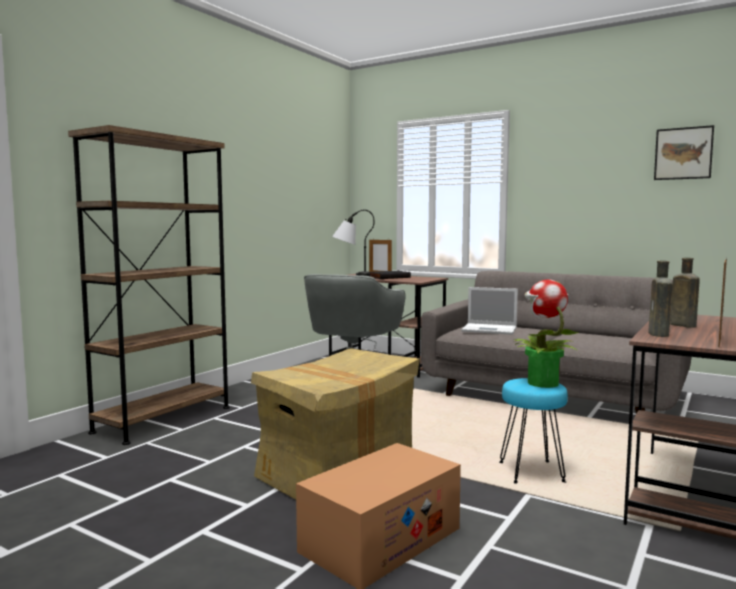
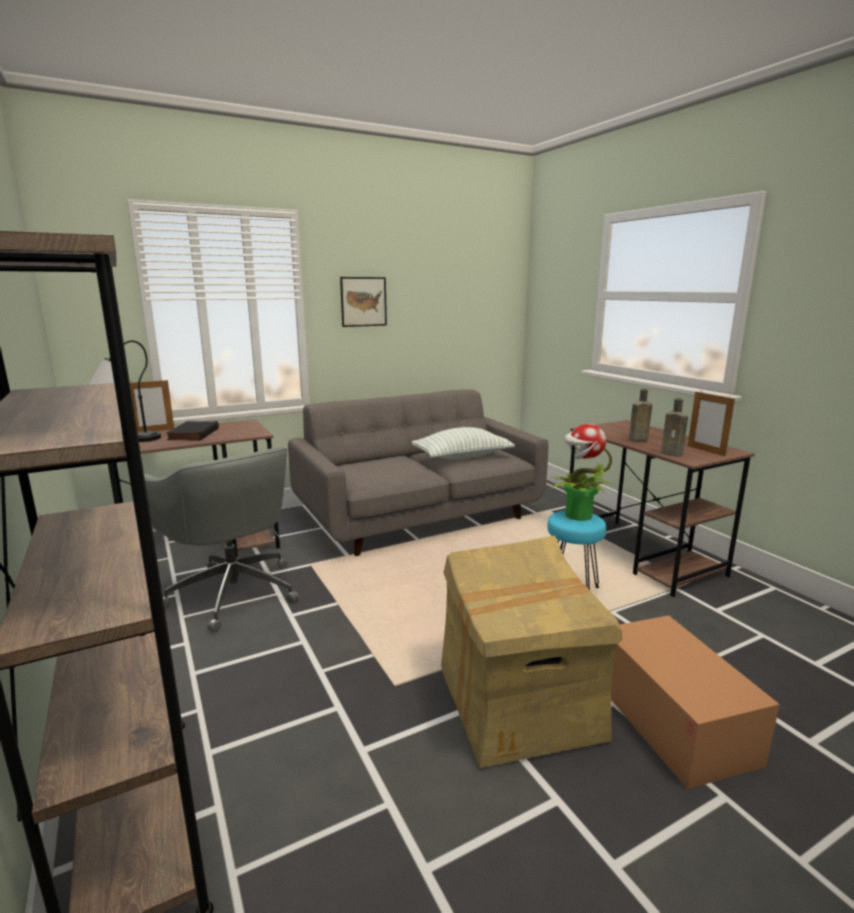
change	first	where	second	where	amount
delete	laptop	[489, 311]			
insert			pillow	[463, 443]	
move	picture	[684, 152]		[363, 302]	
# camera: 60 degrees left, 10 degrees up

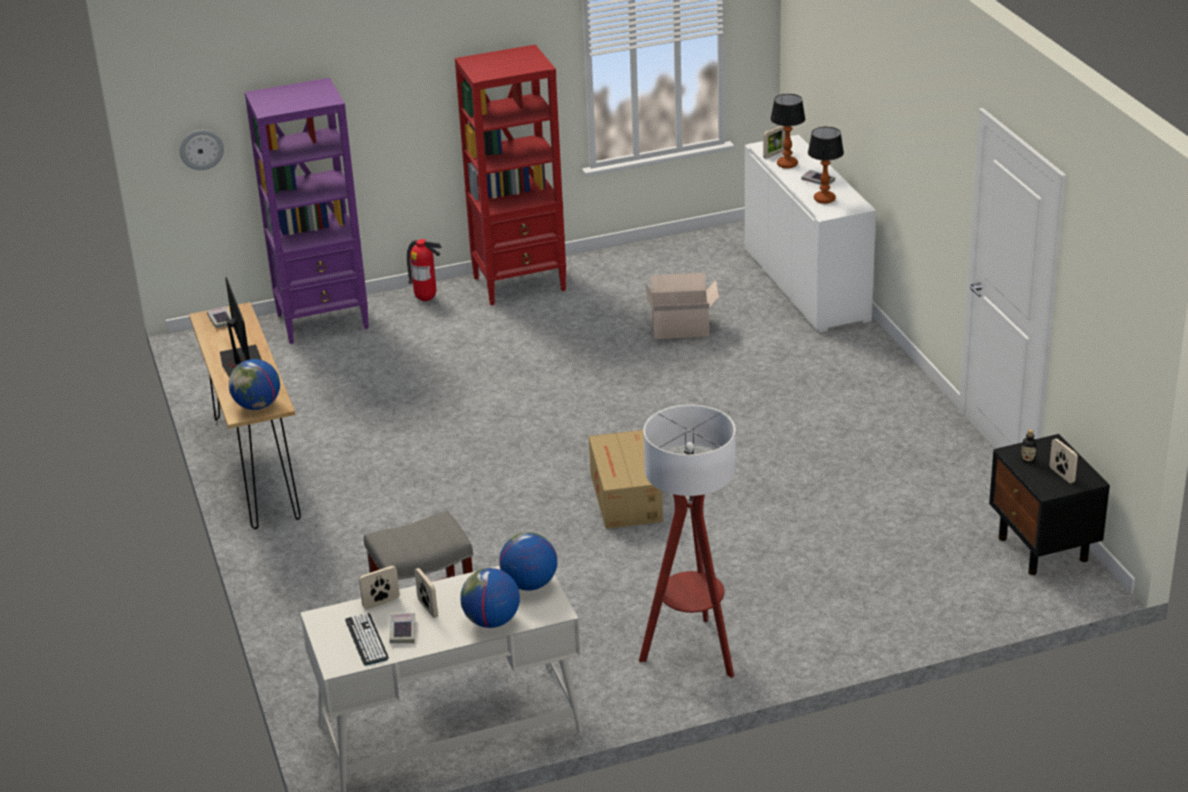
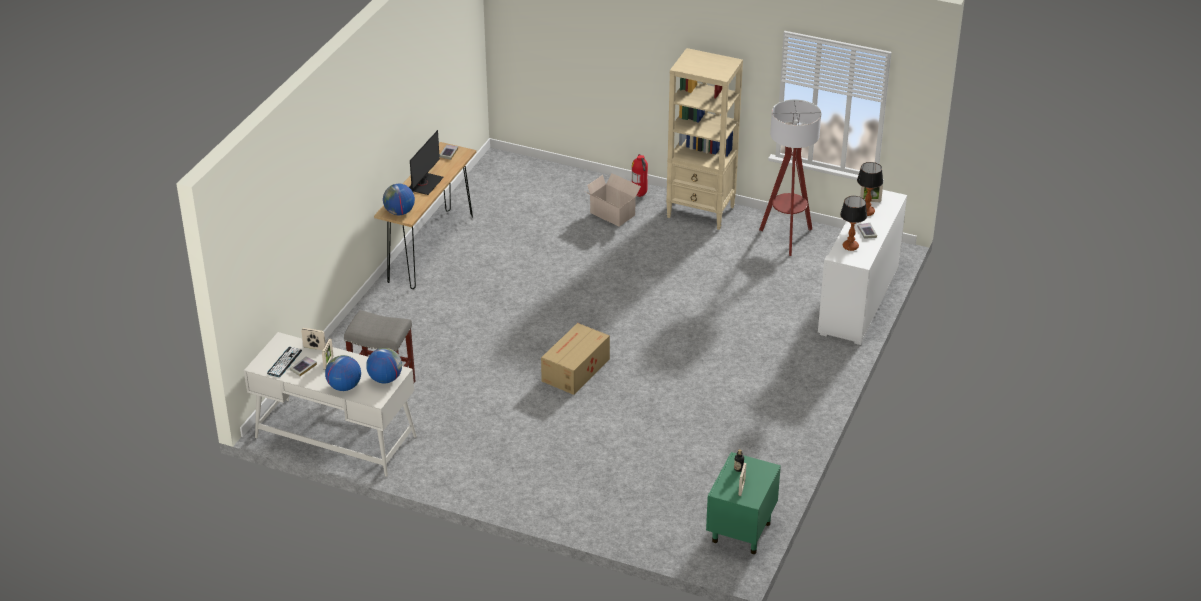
change	first	where	second	where	amount
delete	wall clock	[202, 150]			
delete	bookcase (purple)	[307, 211]			
move	floor lamp	[687, 541]		[790, 177]	
move	cardboard box	[682, 306]		[613, 199]	
recolor	bookcase (red)	[510, 175]	bookcase (beige)	[704, 139]	
recolor	nightstand (black)	[1049, 504]	nightstand (green)	[743, 503]	
# camera: 40 degrees right, 5 degrees up

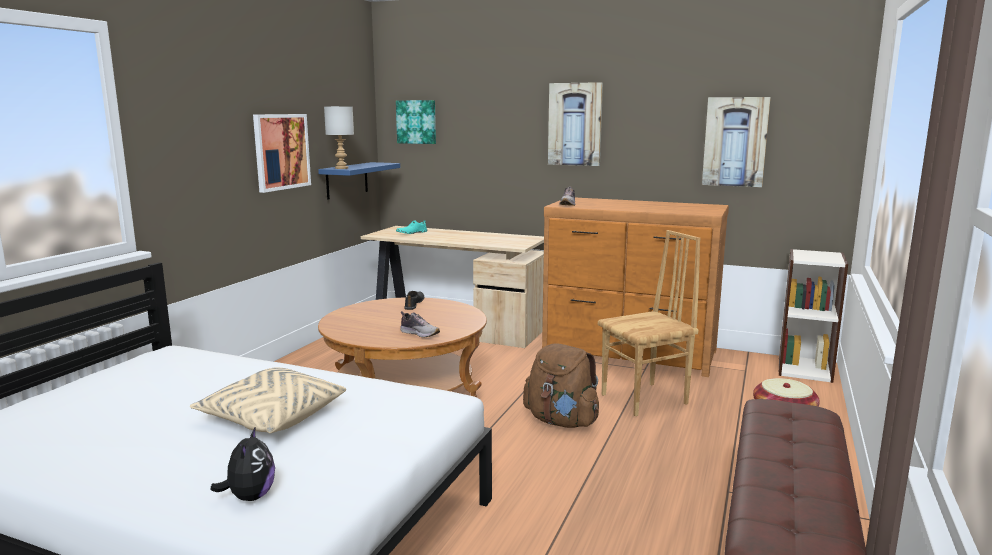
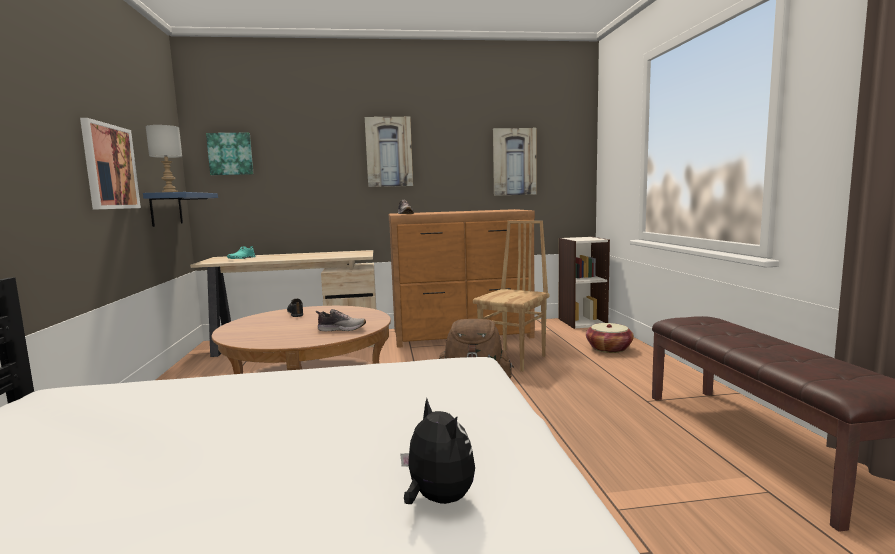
change	first	where	second	where	amount
delete	pillow (beige)	[268, 400]			
# camera: 30 degrees left, 5 degrees down

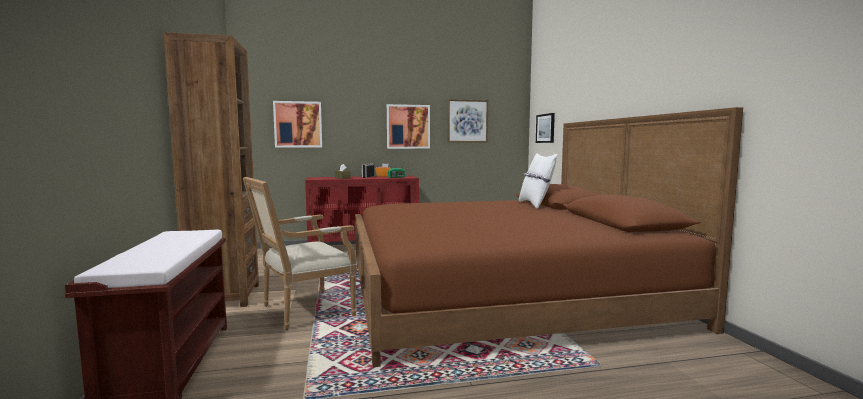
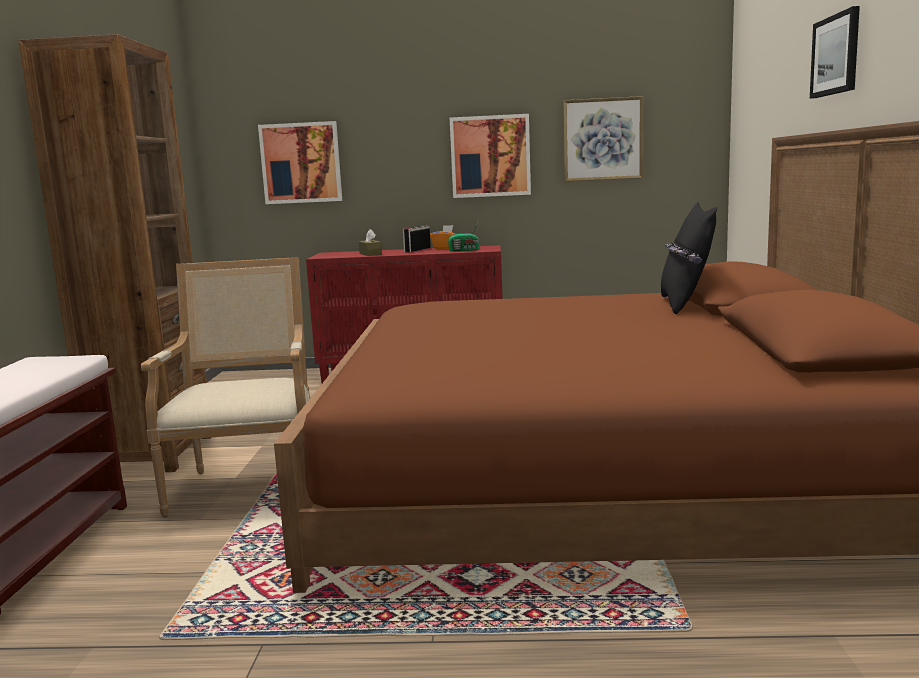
change	first	where	second	where	amount
move	picture	[545, 128]		[835, 52]	
recolor	pillow (white)	[538, 181]	pillow (black)	[689, 258]	
rotate	armchair	[300, 253]		[225, 387]	105 degrees clockwise
# camera: 15 degrees right, 5 degrees up

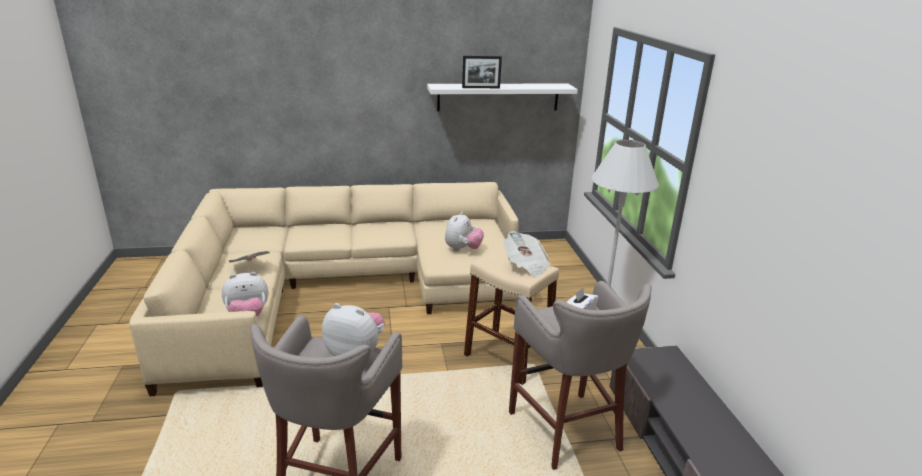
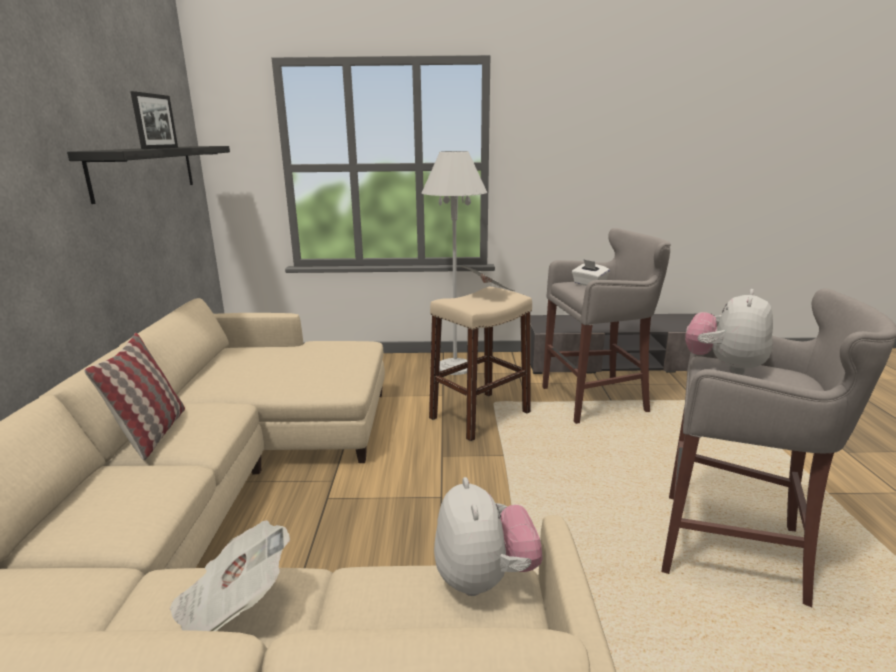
change	first	where	second	where	amount
delete	plush toy	[464, 232]			
insert			pillow	[134, 396]	
recolor	shelf (white)	[502, 97]	shelf (black)	[148, 175]	
# camera: 80 degrees left, 5 degrees down

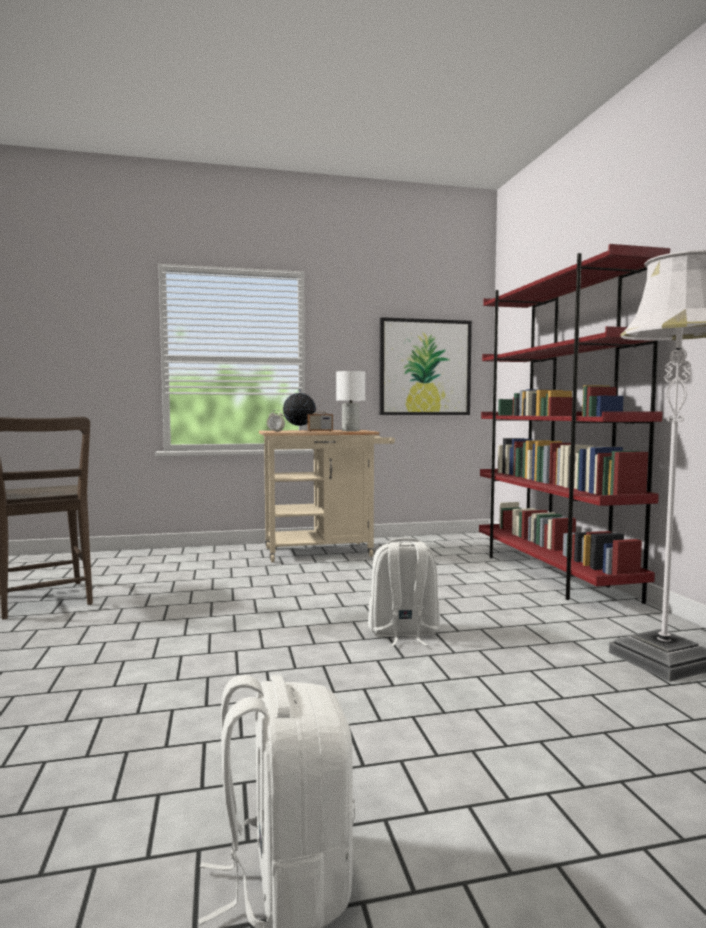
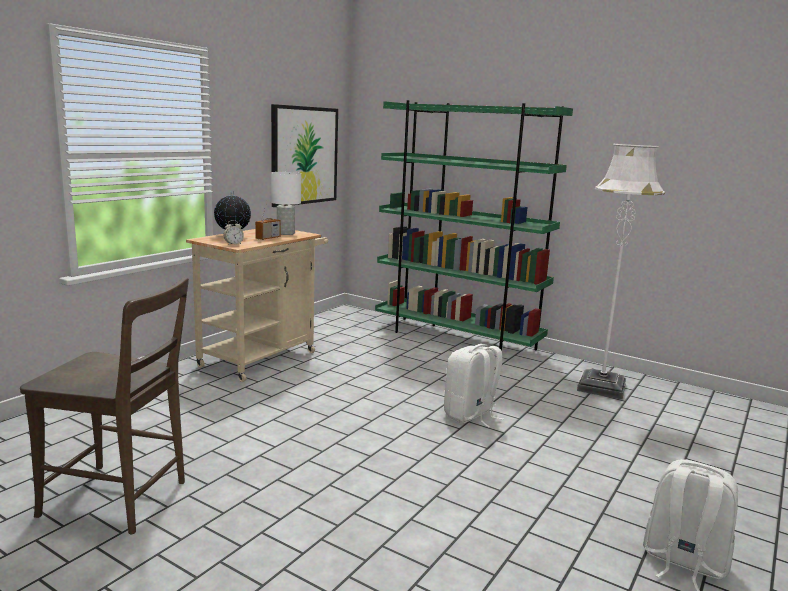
change	first	where	second	where	amount
recolor	bookcase (red)	[574, 424]	bookcase (green)	[474, 225]	
# camera: 45 degrees left, 10 degrees up

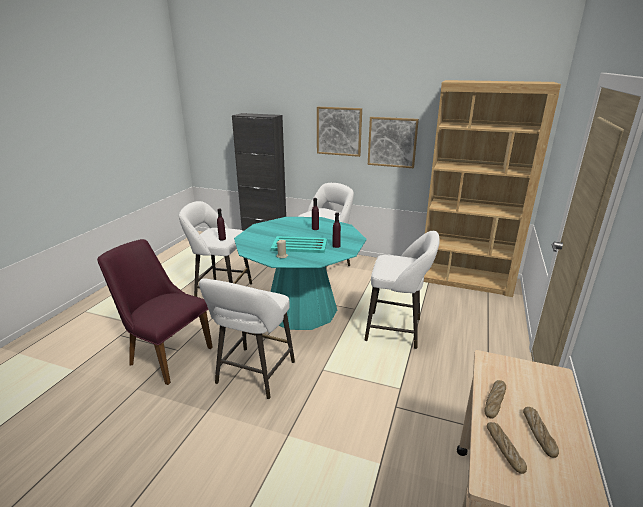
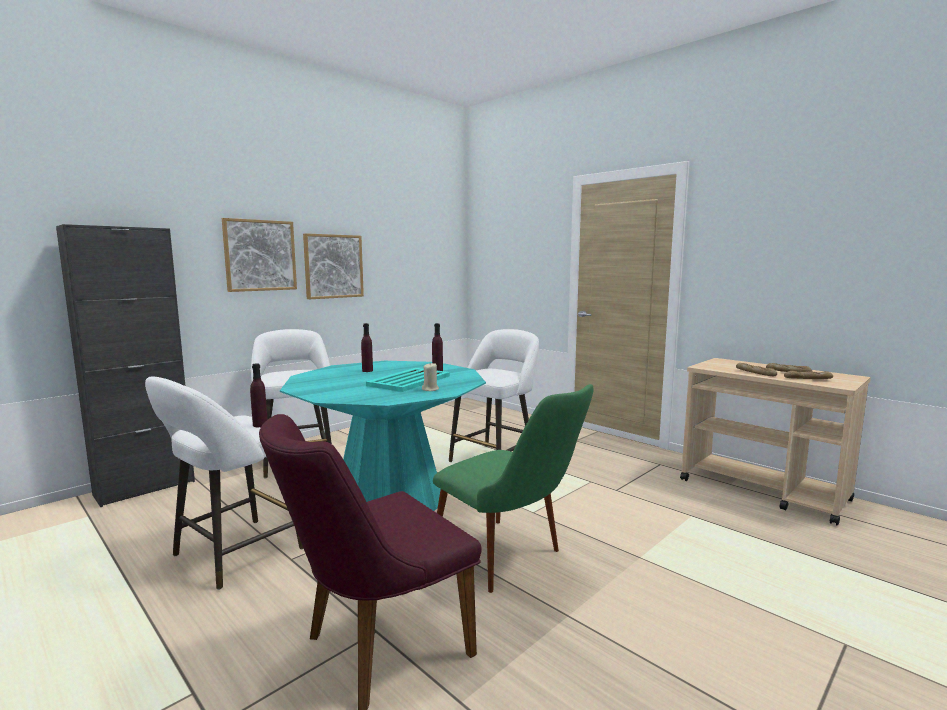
change	first	where	second	where	amount
delete	bookcase (brown)	[492, 188]			
replace	stool (white)	[247, 338]	chair (green)	[513, 488]	
# camera: 65 degrees left, 15 degrees down

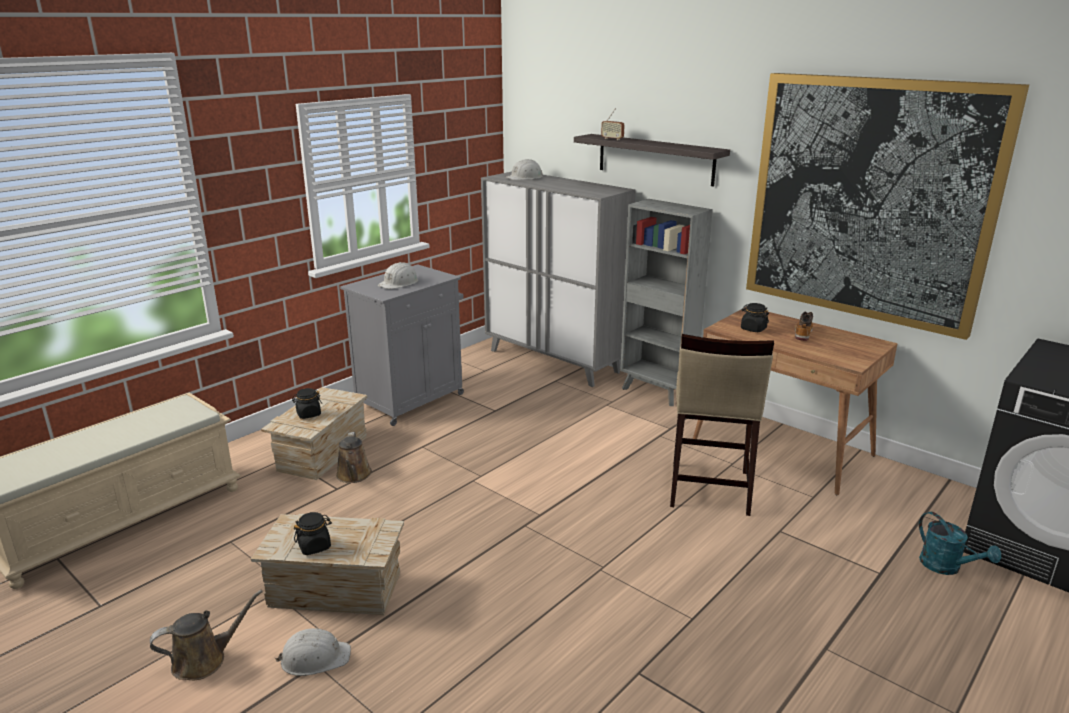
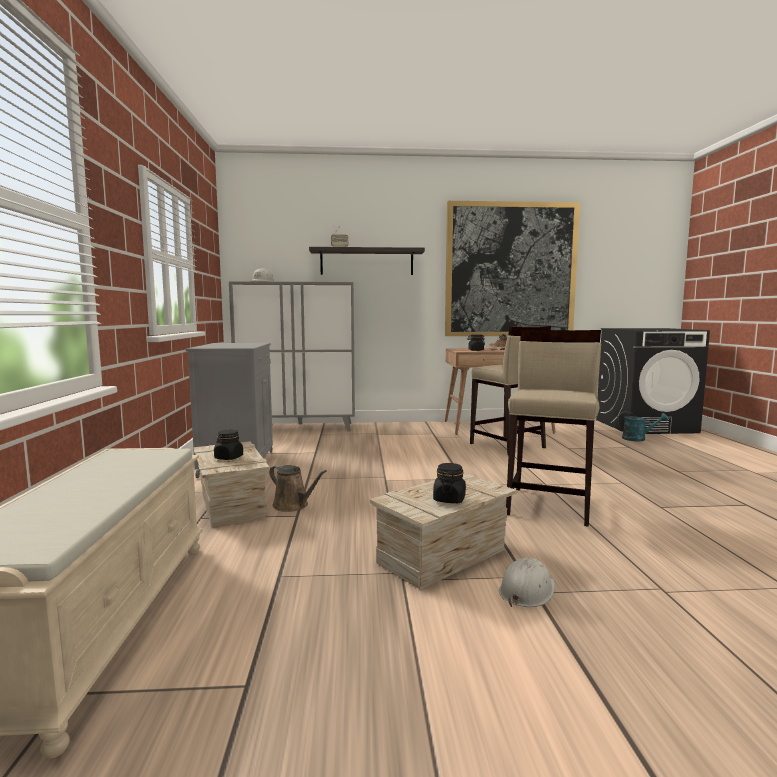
change	first	where	second	where	amount
delete	watering can (brown)	[206, 635]			
delete	hard hat (white)	[398, 275]			
delete	bookcase (grey)	[666, 302]			
insert			stool (beige)	[553, 428]	
# camera: 45 degrees left, 15 degrees down

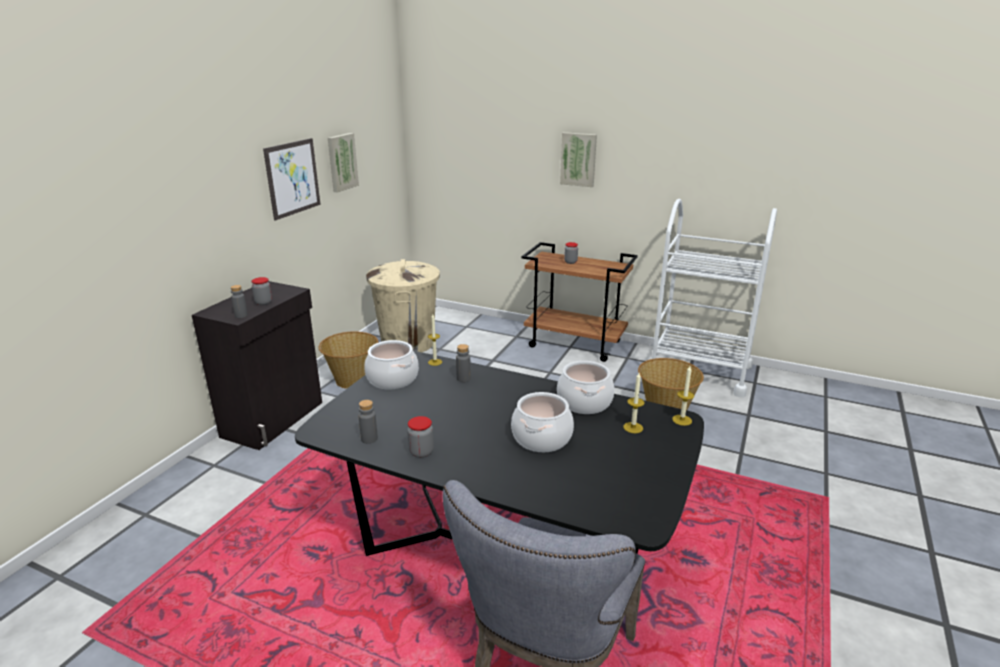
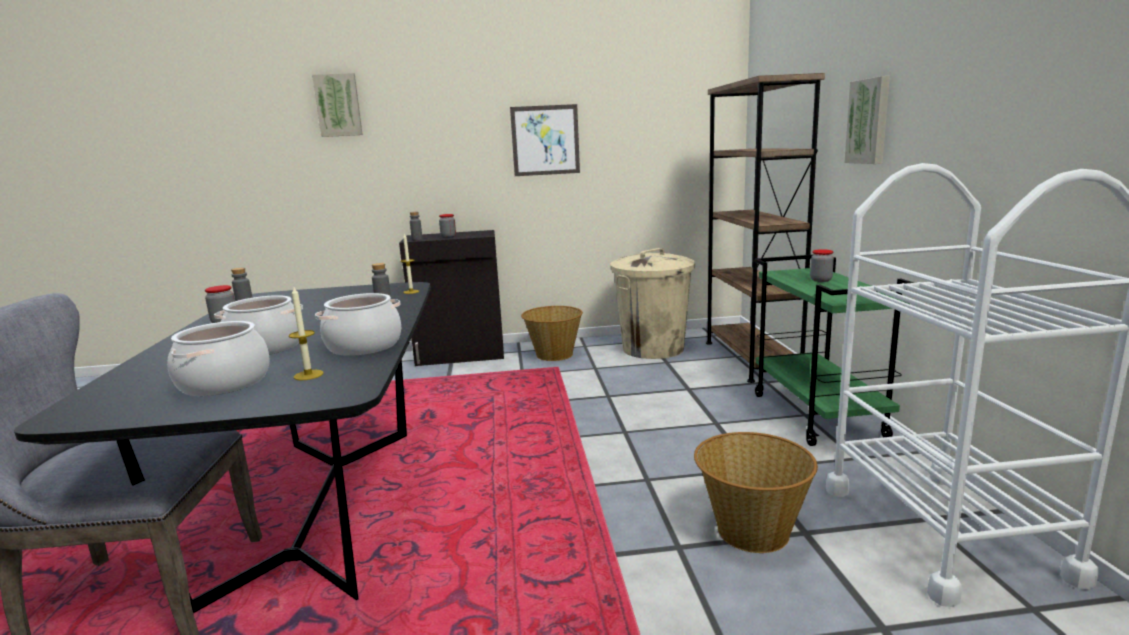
change	first	where	second	where	amount
delete	candle	[683, 396]			
insert			bookcase (brown)	[765, 228]	
move	picture	[343, 163]		[337, 105]	
move	cooking pot	[391, 364]		[218, 358]	
recolor	cart (brown)	[579, 302]	cart (green)	[834, 350]	
# camera: 60 degrees right, 10 degrees down

